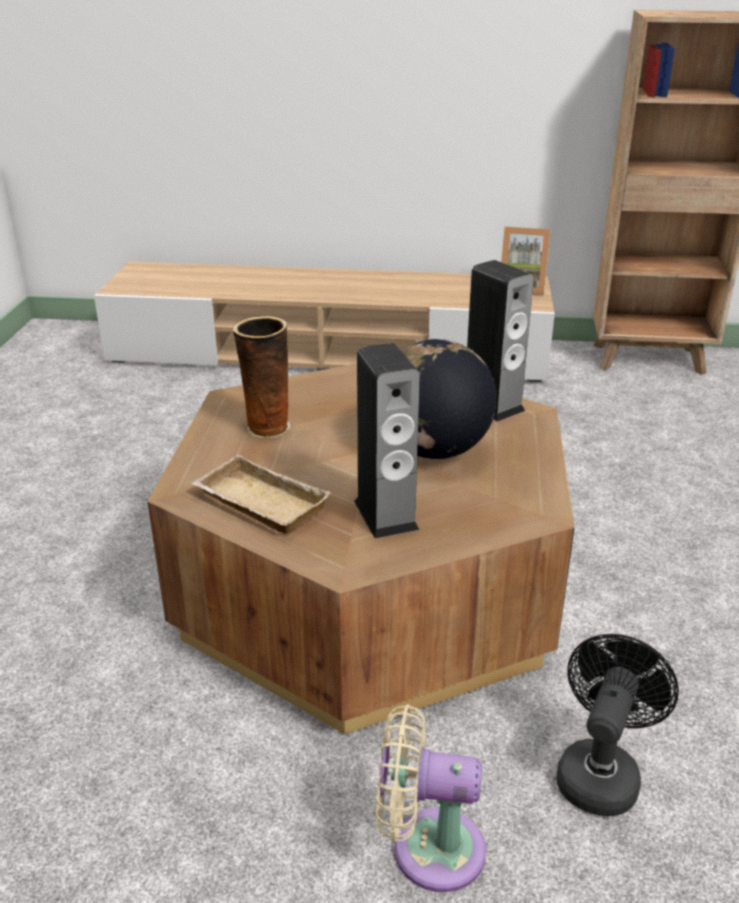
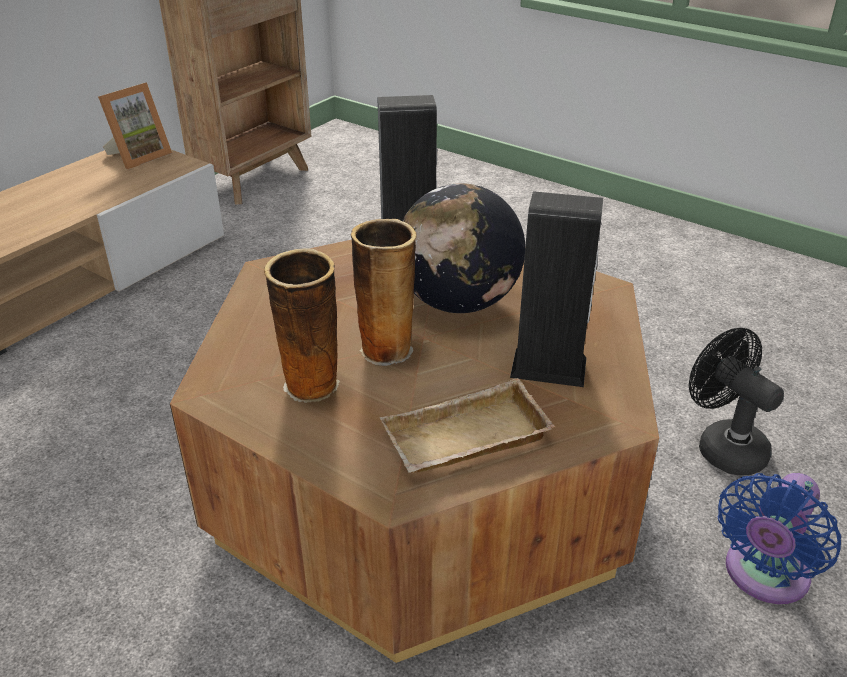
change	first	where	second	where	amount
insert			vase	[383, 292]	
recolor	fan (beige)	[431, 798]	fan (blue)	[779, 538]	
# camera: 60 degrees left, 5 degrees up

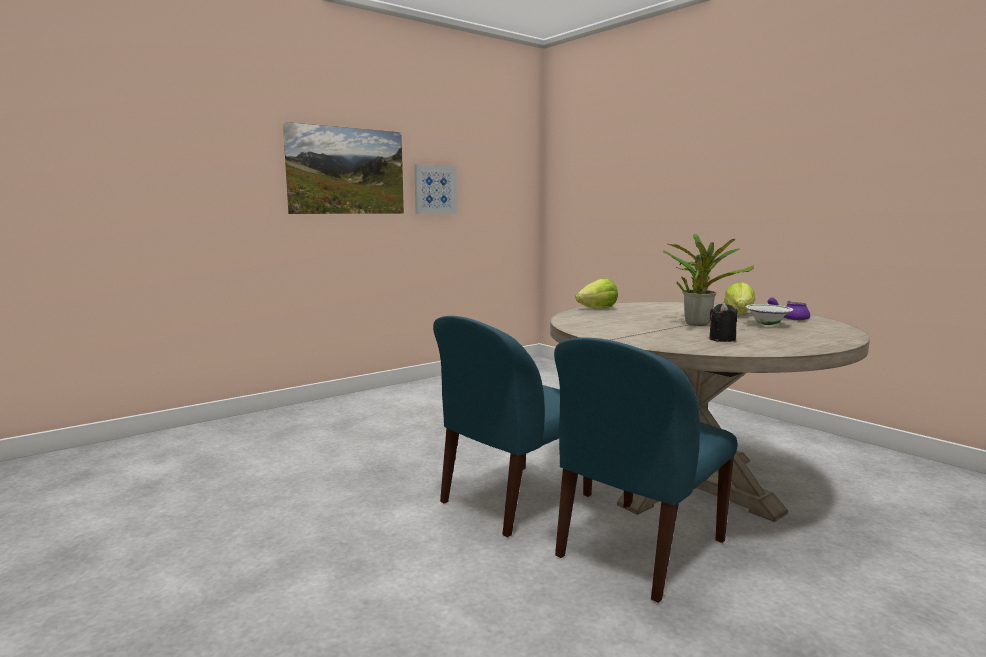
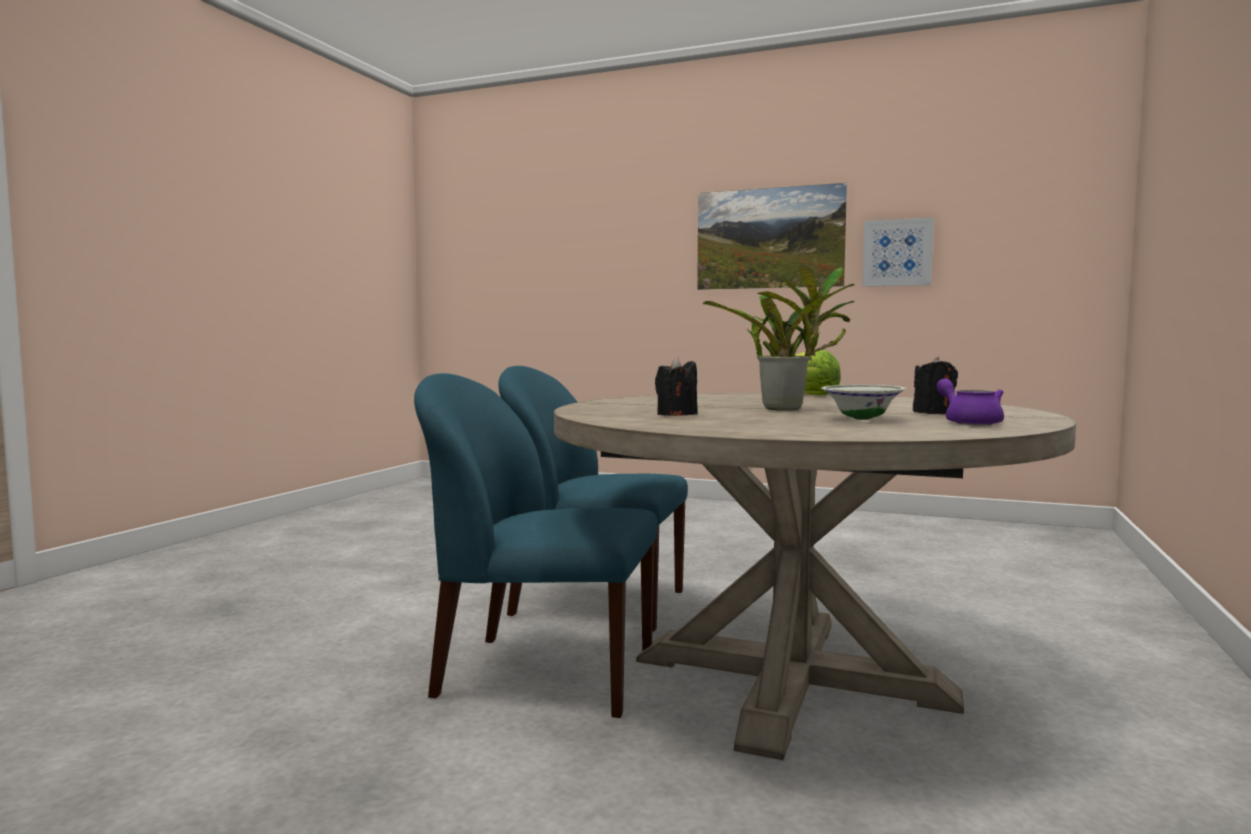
change	first	where	second	where	amount
replace	lettuce	[739, 298]	candle (black)	[935, 385]	
# camera: 60 degrees right, 5 degrees down

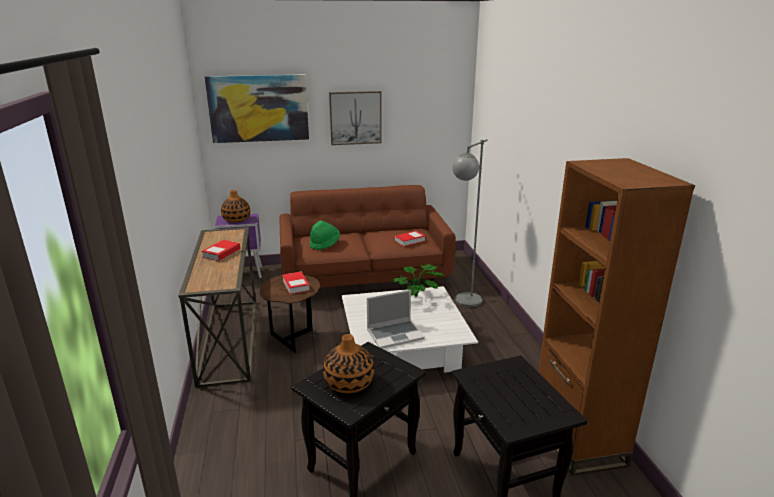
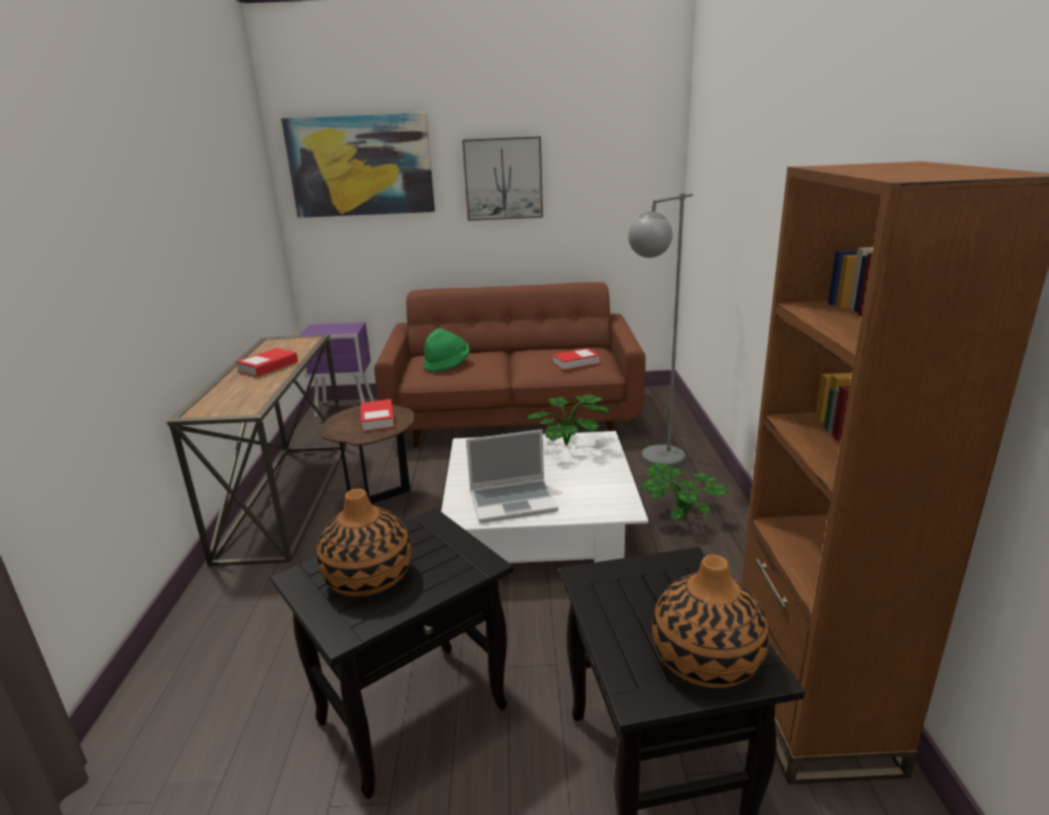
change	first	where	second	where	amount
insert			potted plant	[684, 490]	
move	vase	[235, 206]		[710, 621]	
# camera: 10 degrees right, 0 degrees up

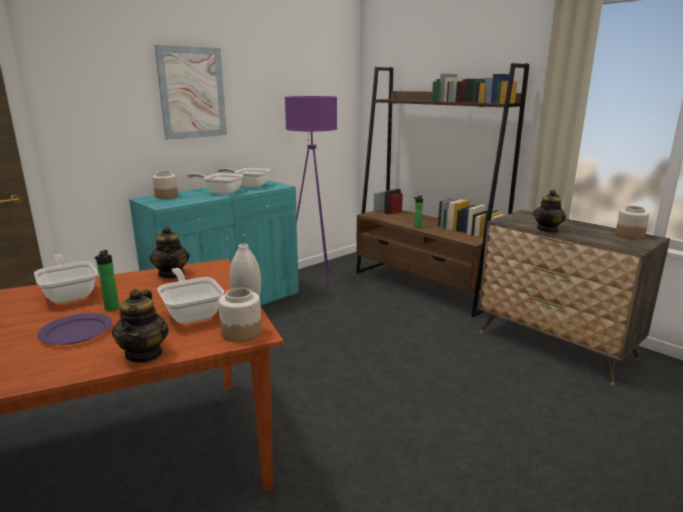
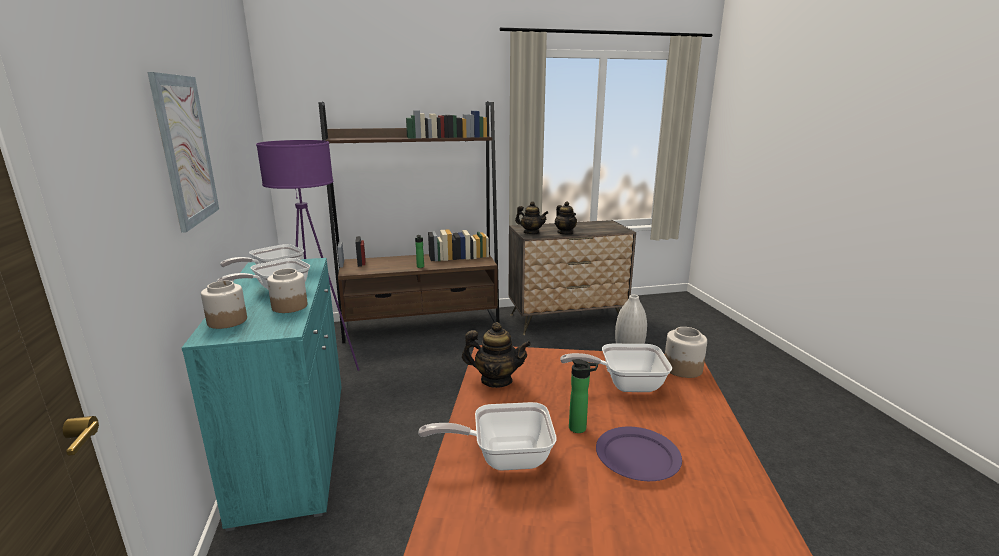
change	first	where	second	where	amount
move	teapot	[140, 326]		[531, 217]	
move	jar	[633, 222]		[287, 291]	
# camera: 60 degrees left, 0 degrees up

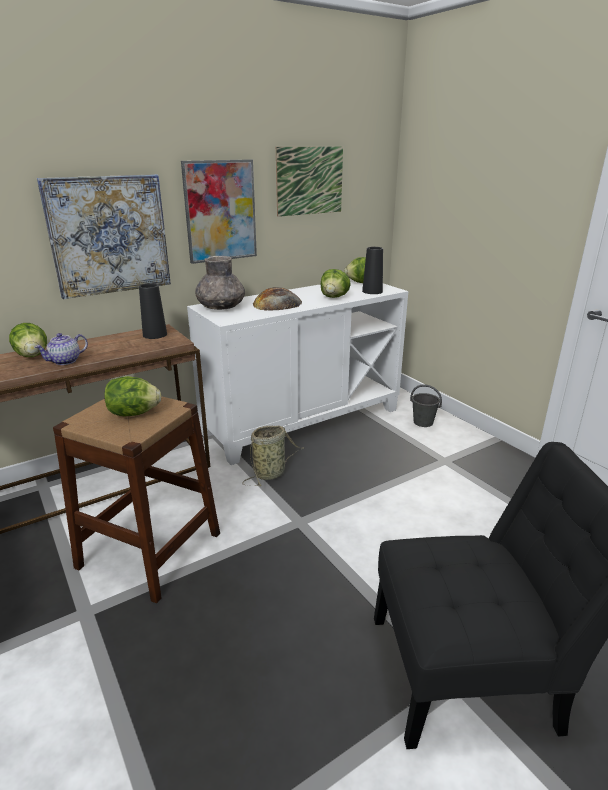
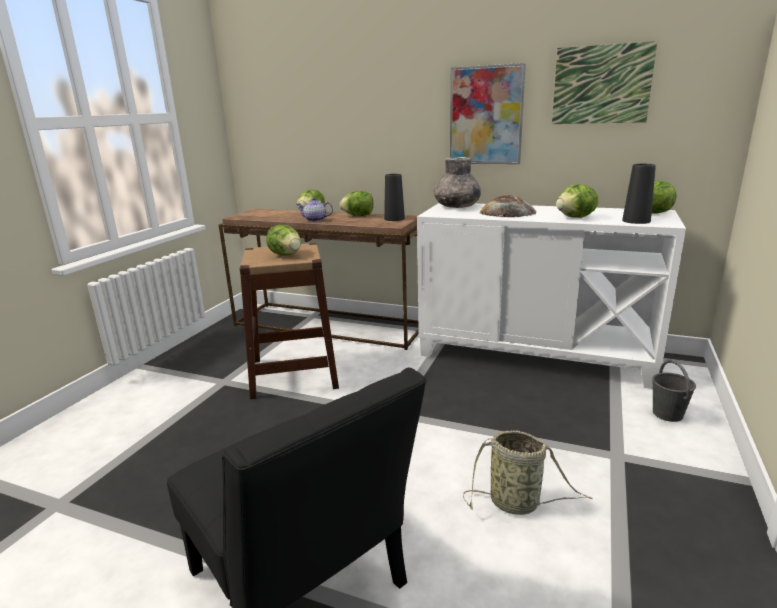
change	first	where	second	where	amount
delete	picture	[104, 236]			
insert			lettuce	[356, 203]	
move	basket	[273, 456]		[528, 472]	
# camera: 55 degrees right, 5 degrees down

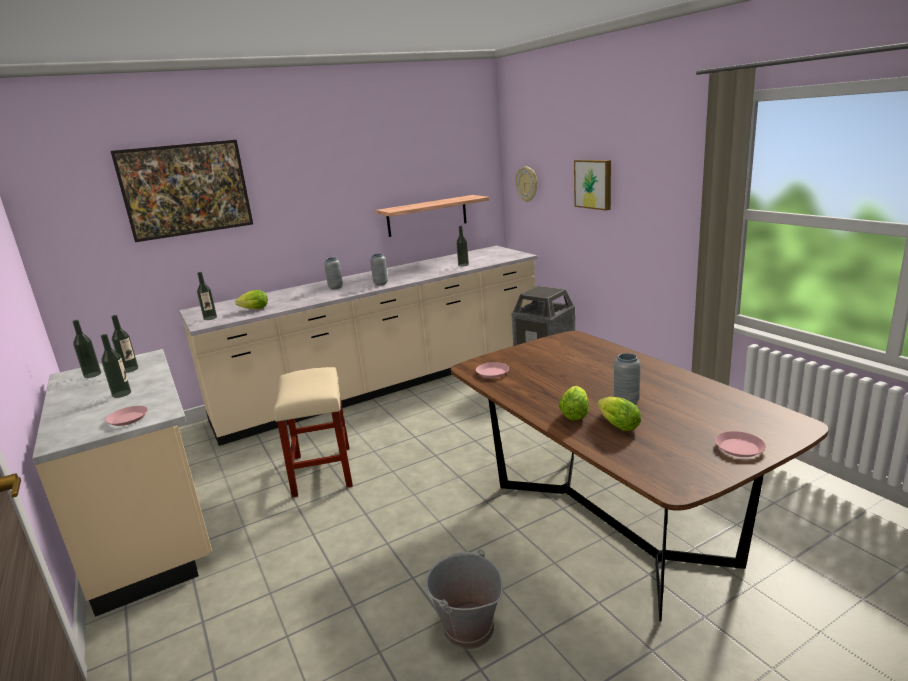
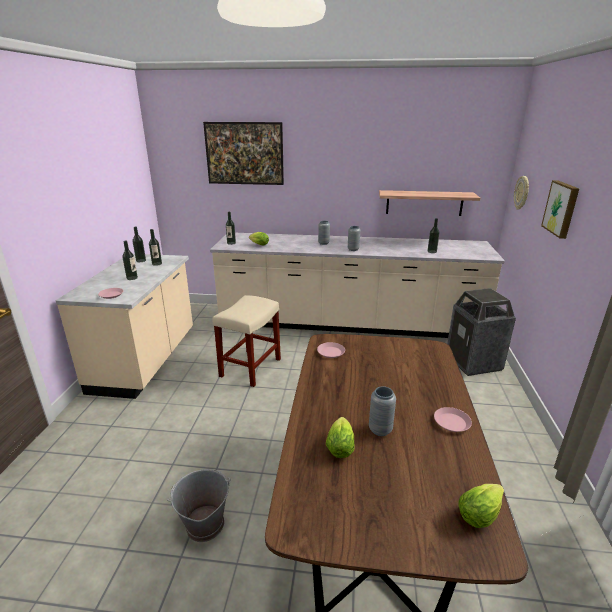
change	first	where	second	where	amount
move	lettuce	[574, 403]		[481, 506]	
move	plate (pink)	[740, 444]		[453, 419]	
# camera: 35 degrees right, 5 degrees up

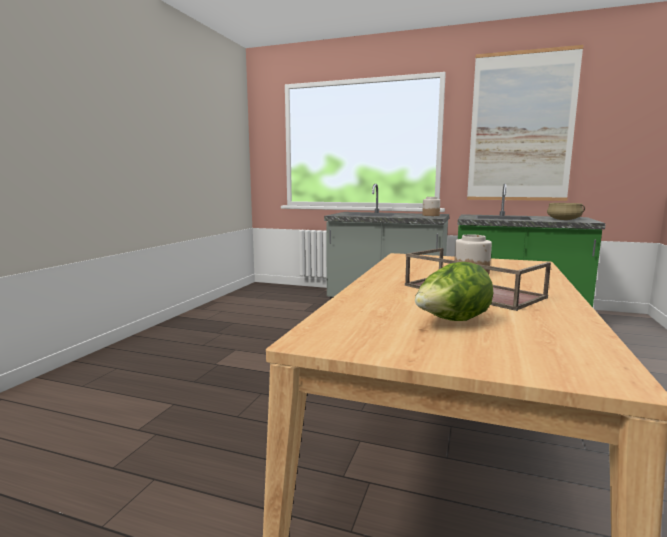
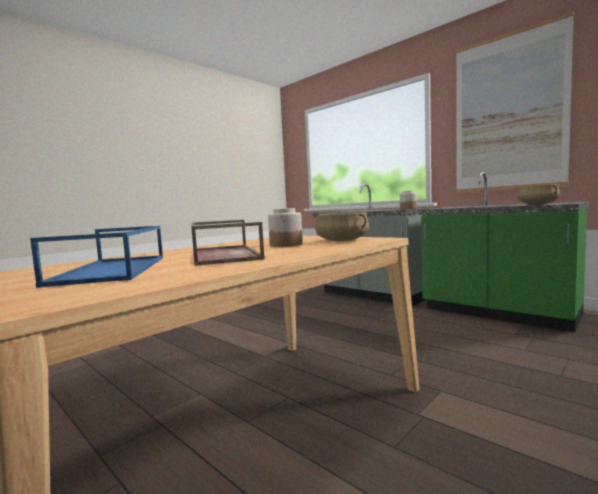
change	first	where	second	where	amount
insert			cooking pot (beige)	[342, 226]	
replace	lettuce	[454, 291]	tray (blue)	[96, 257]	
# camera: 25 degrees right, 5 degrees down

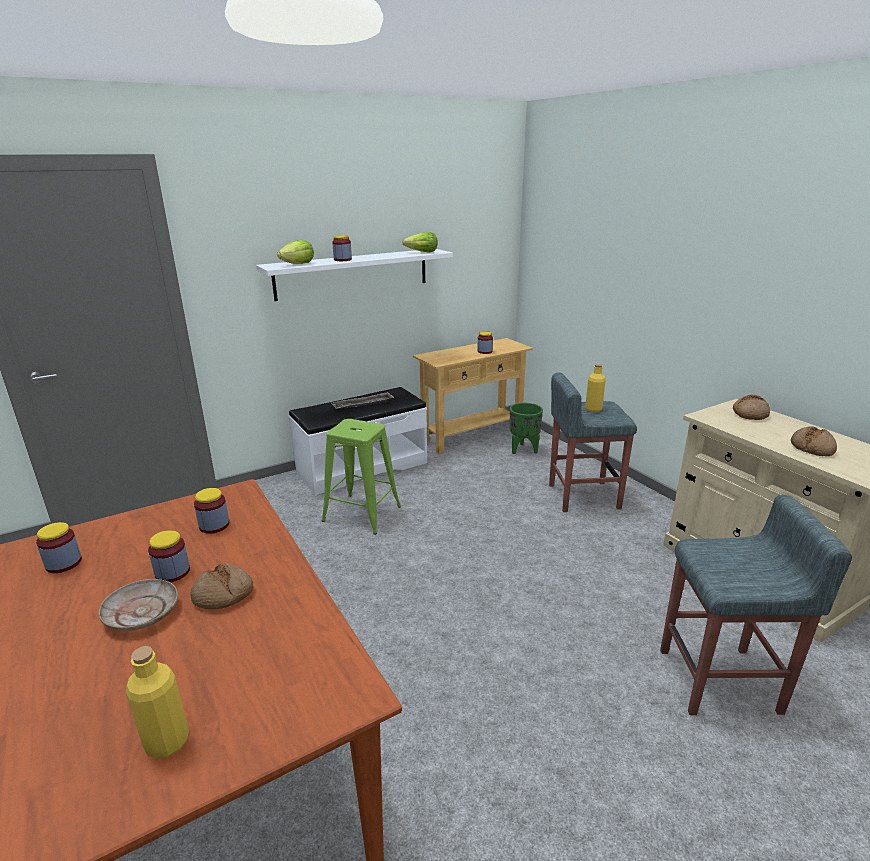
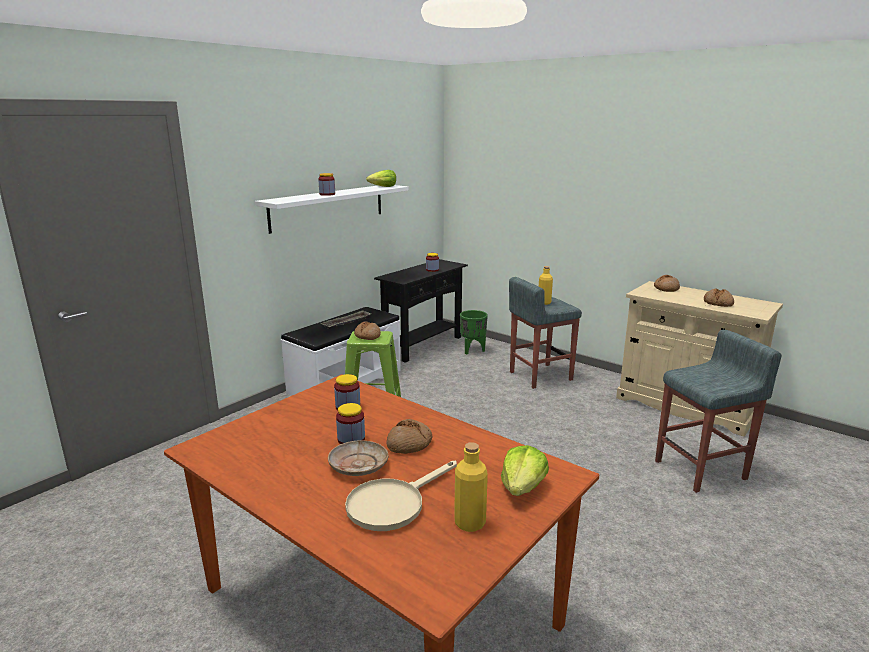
change	first	where	second	where	amount
delete	jar	[59, 547]			
insert			frying pan (beige)	[401, 495]	
insert			bread	[367, 330]	
move	lettuce	[295, 252]		[525, 470]	
recolor	console table (beige)	[473, 396]	console table (black)	[421, 311]	
# camera: 20 degrees left, 5 degrees down

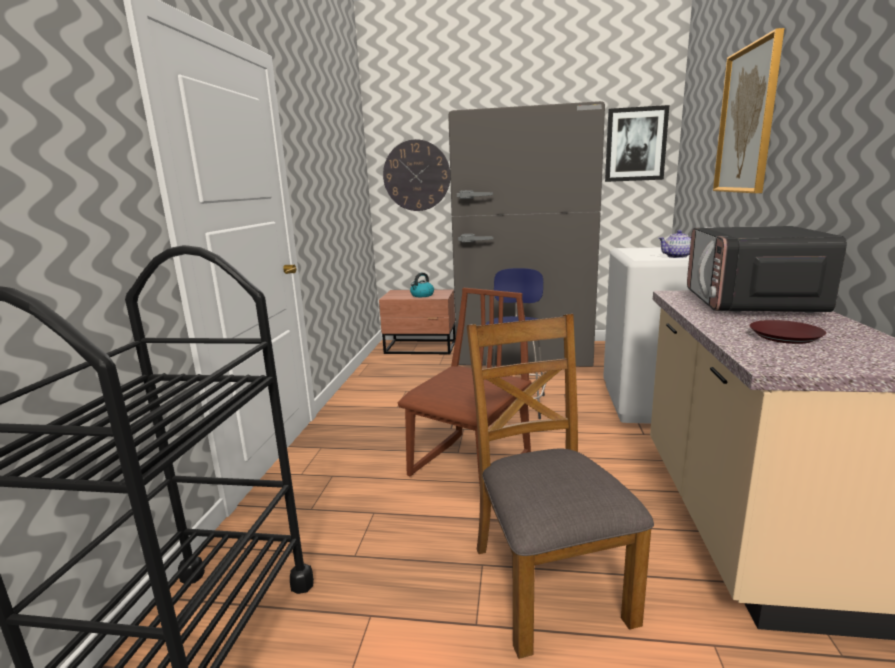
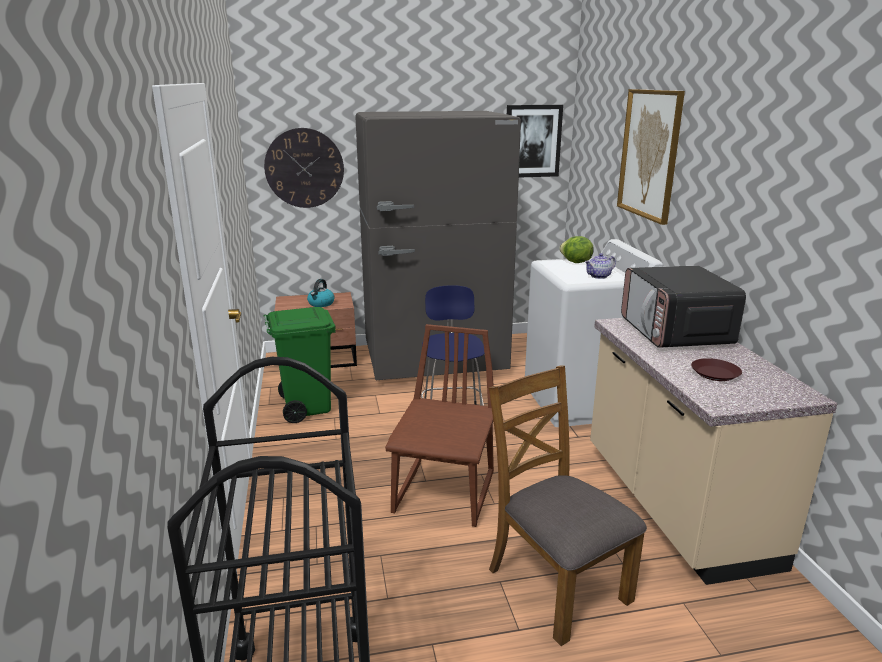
change	first	where	second	where	amount
insert			trash can (green)	[300, 365]	
insert			lettuce	[576, 249]	
# camera: 20 degrees left, 5 degrees up

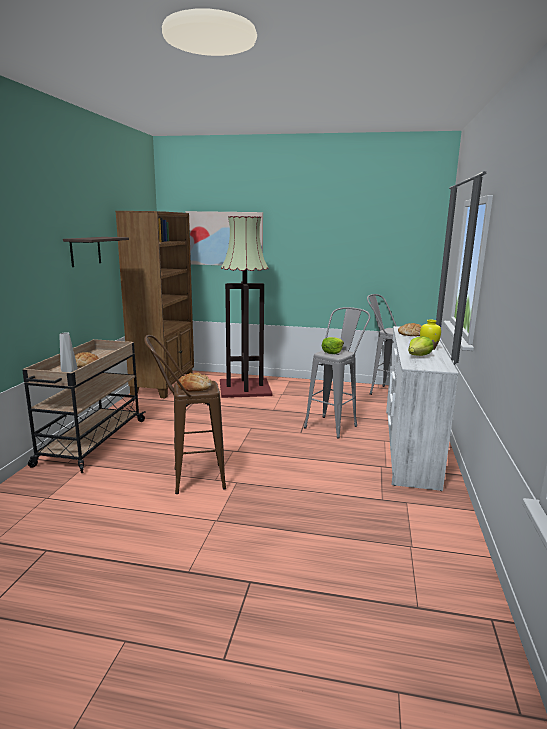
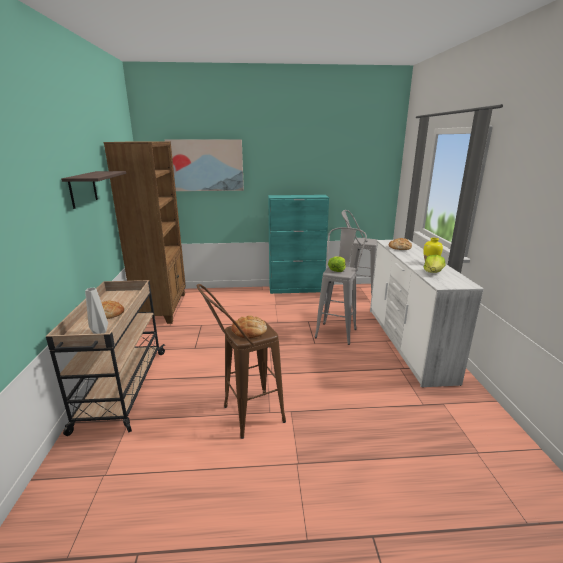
change	first	where	second	where	amount
delete	floor lamp	[246, 307]			
insert			cabinet (turquoise)	[298, 244]	
# camera: 15 degrees left, 5 degrees up

